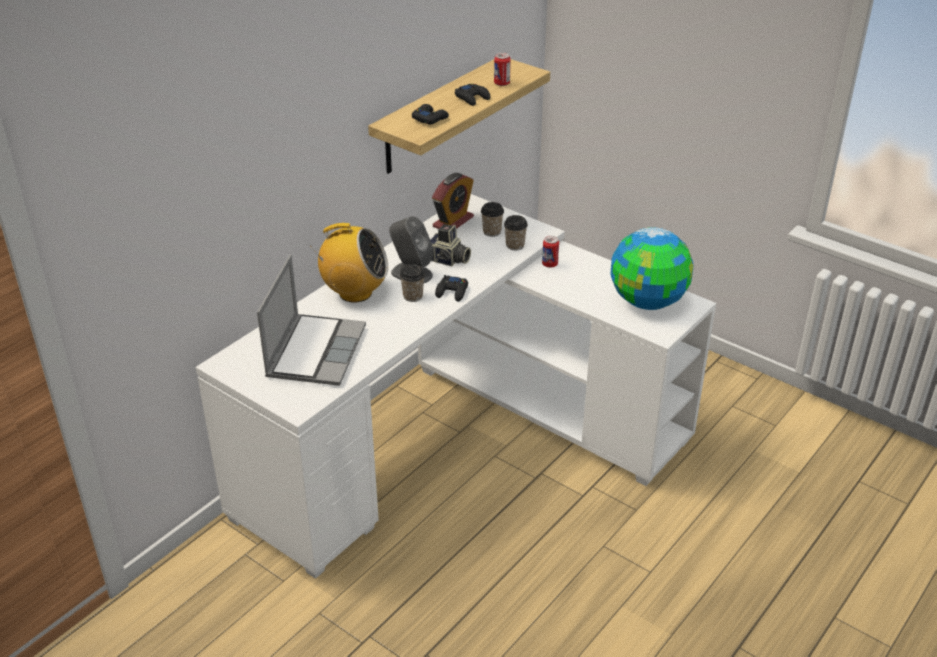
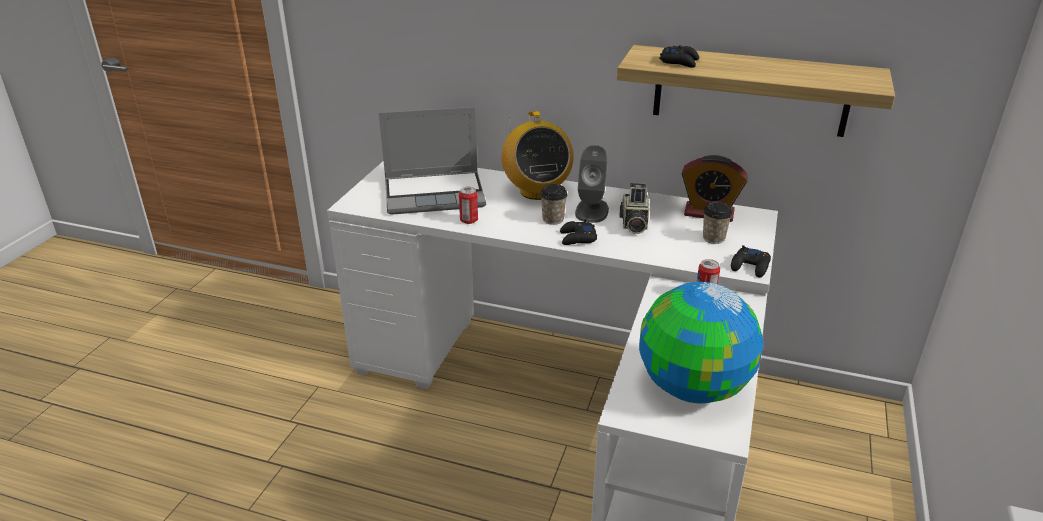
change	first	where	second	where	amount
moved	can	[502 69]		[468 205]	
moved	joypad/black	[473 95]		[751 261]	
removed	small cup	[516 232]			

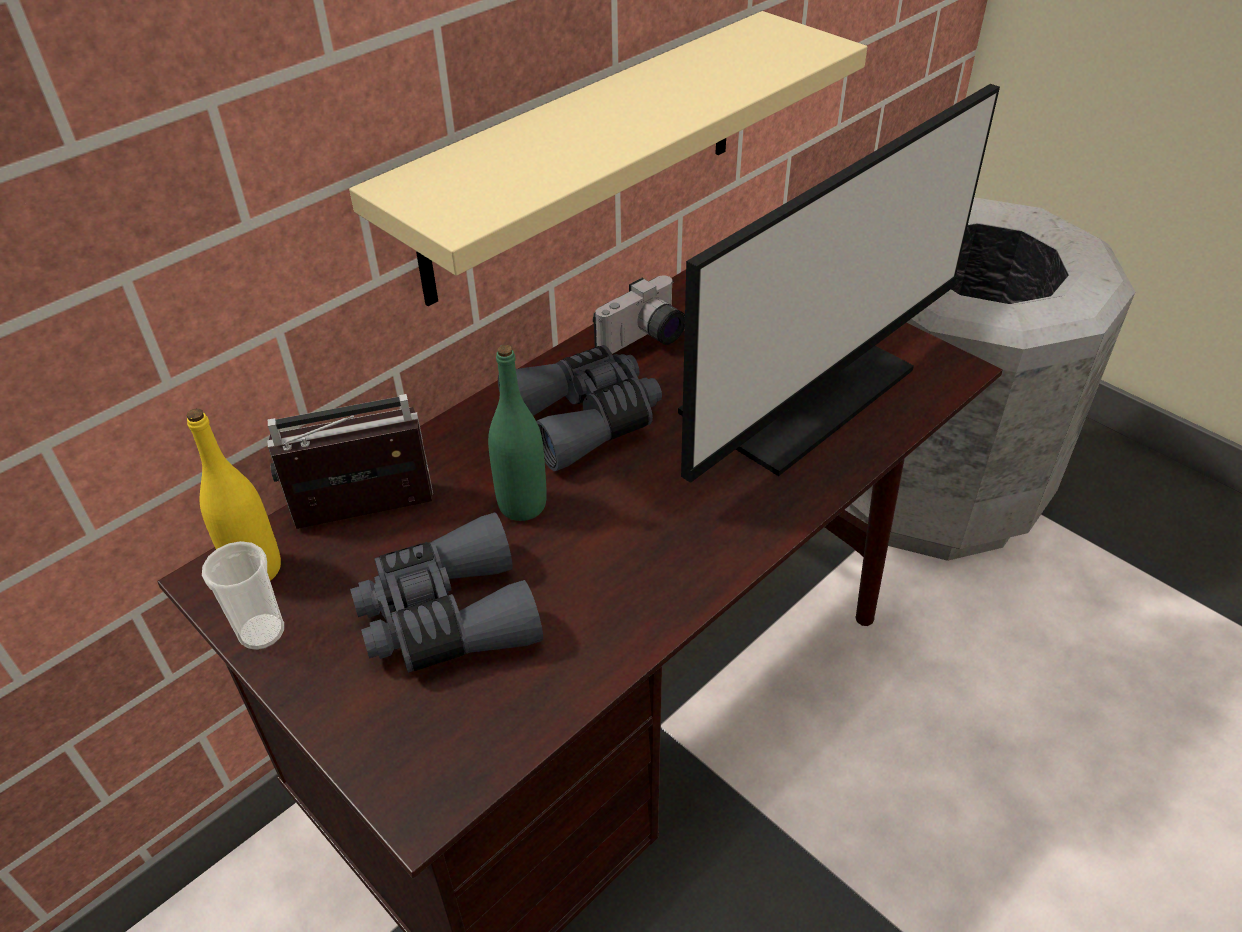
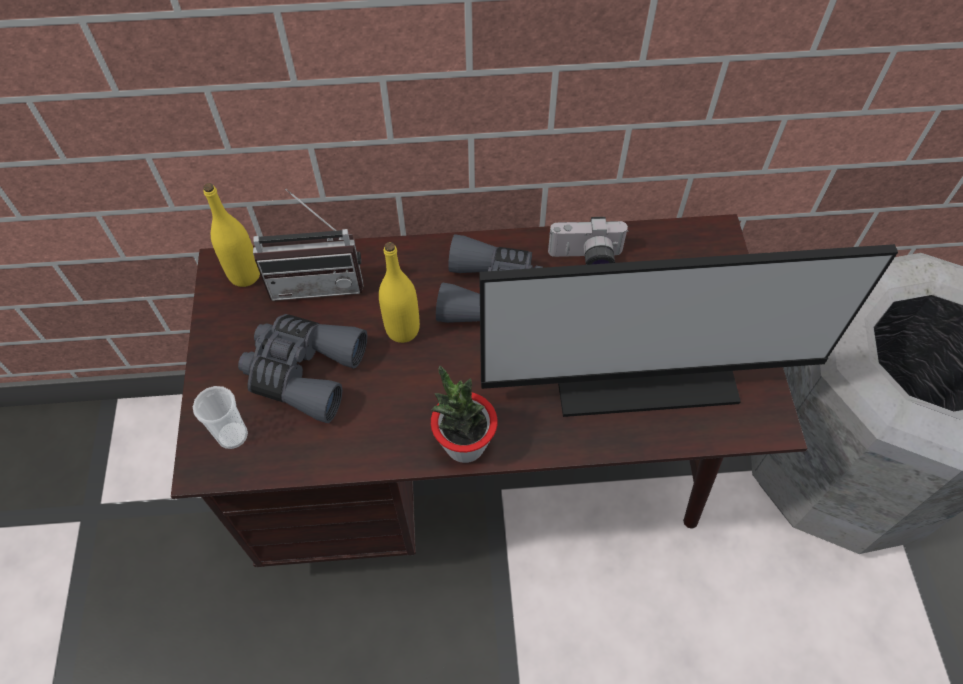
change	first	where	second	where	amount
moved	small cup	[243 595]		[220 417]	
turned	radio receiver	[350 461]		[308 245]	150 degrees clockwise
recoloured	drink bottle/green-coloured	[517 433]	drink bottle/yellow	[399 292]	
added			potted plant	[464 414]	
removed	wall shelf/beige	[608 158]			

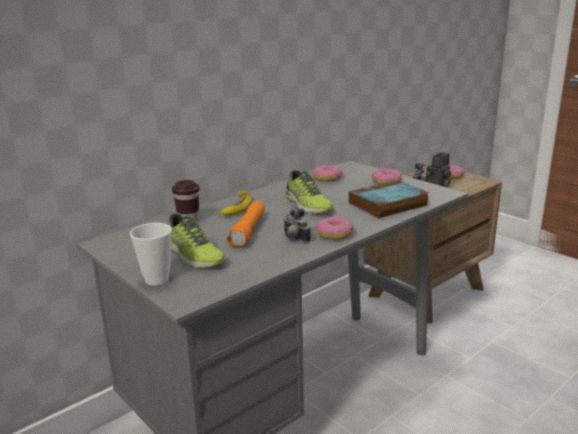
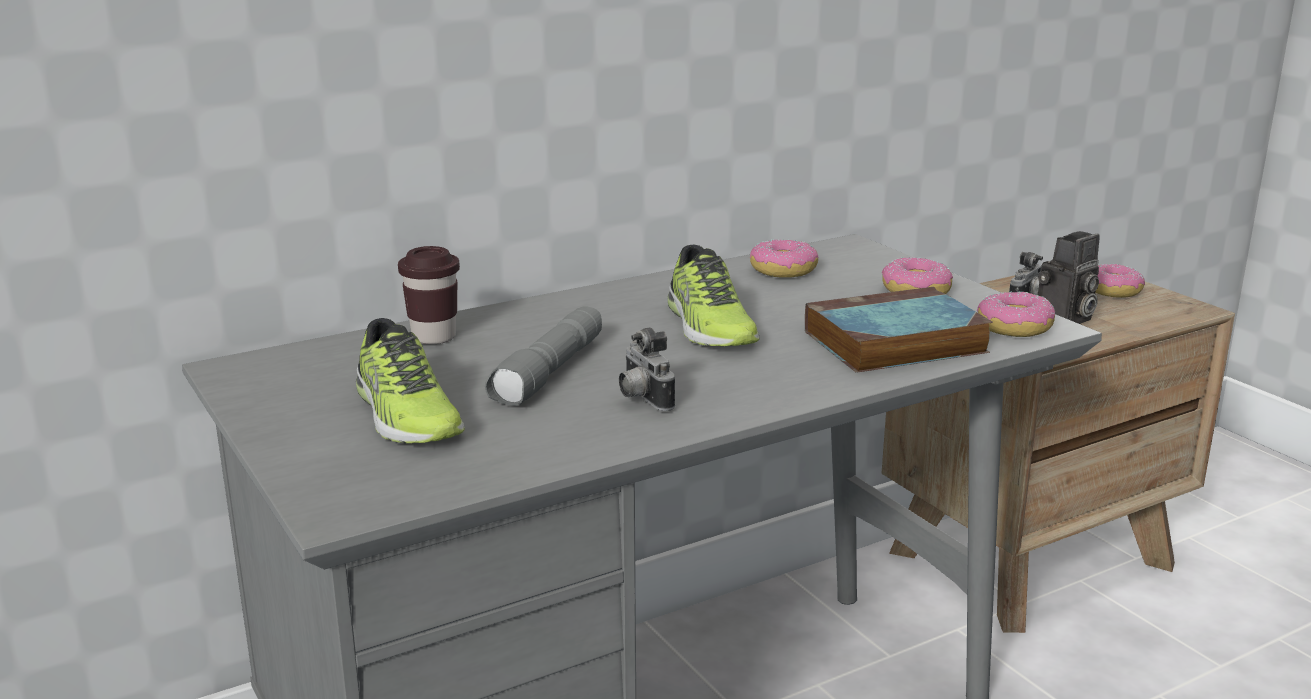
change	first	where	second	where	amount
recoloured	torch/orangey	[246 224]	torch/grey	[543 356]	
moved	donut	[334 228]		[1016 314]	
removed	small cup	[151 254]			
removed	banana fruit	[233 203]			

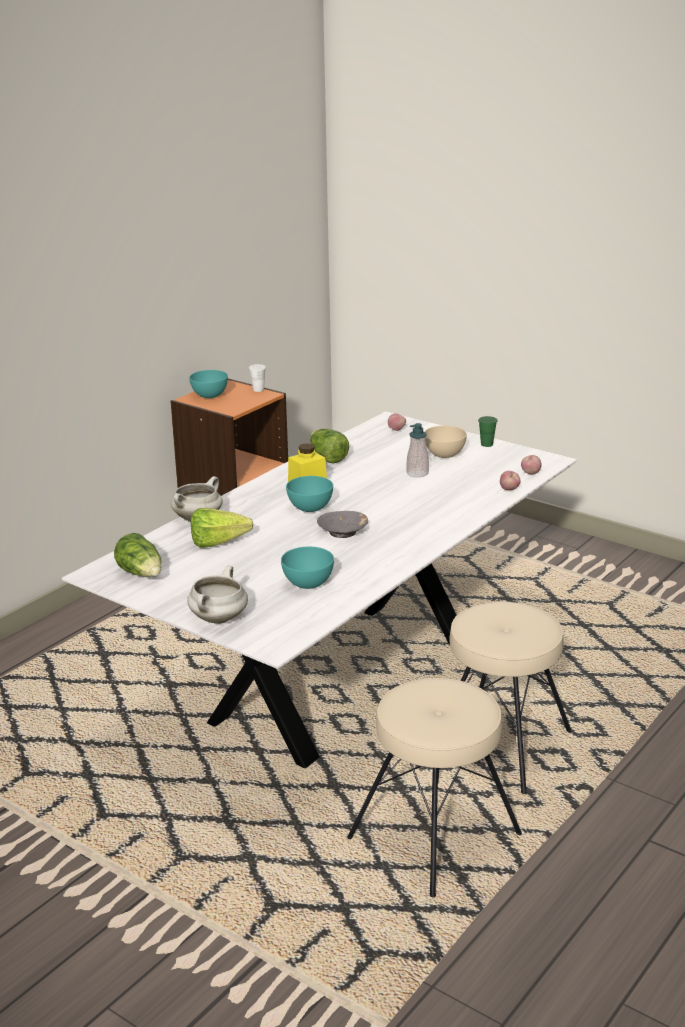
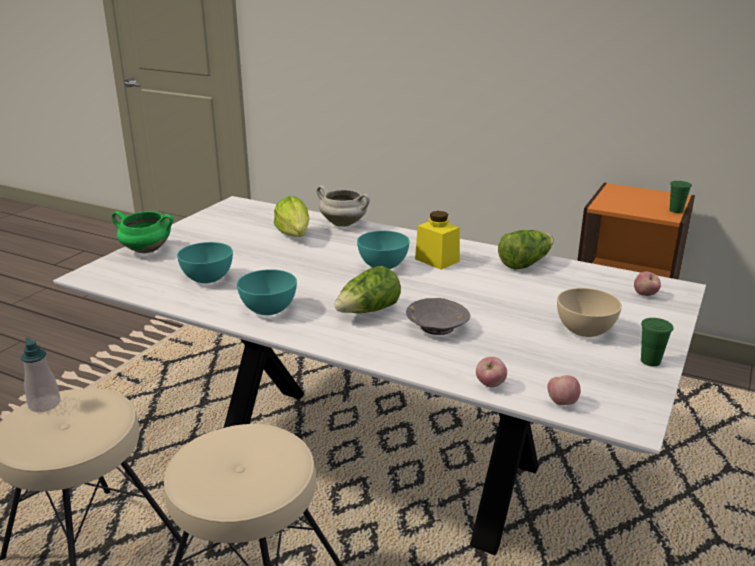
change	first	where	second	where	amount
moved	liquid soap bottle	[417 450]		[41 374]	
recoloured	stockpot/white	[217 595]	stockpot/green-coloured	[142 232]	
moved	serving bowl/turquoise-coloured	[208 384]		[267 292]	
moved	lettuce head	[138 555]		[367 289]	
moved	serving bowl/grey	[342 524]		[438 316]	
recoloured	small cup/white	[257 378]	small cup/green-coloured	[681 197]	

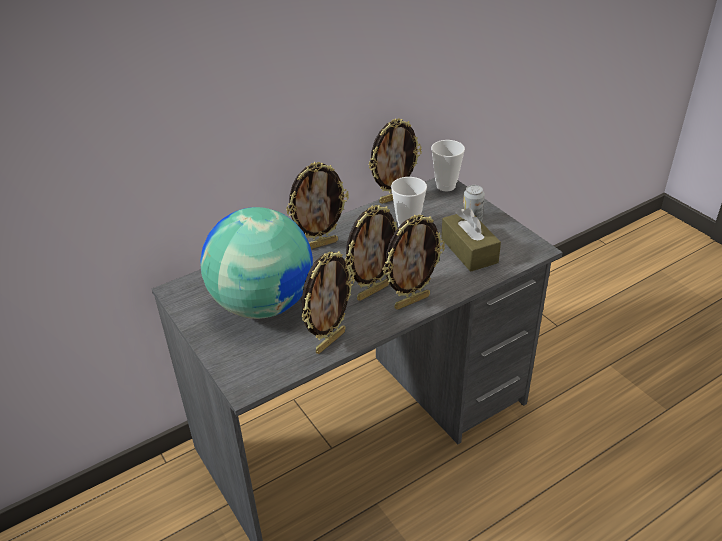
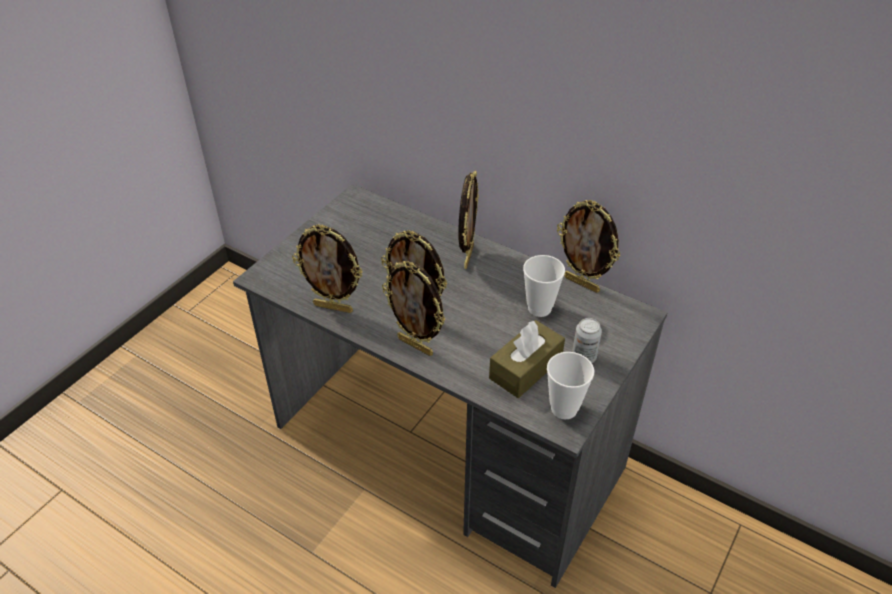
change	first	where	second	where	amount
turned	photo frame	[317 205]		[468 220]	120 degrees counterclockwise
moved	small cup	[448 165]		[570 385]	
removed	world globe	[256 263]			

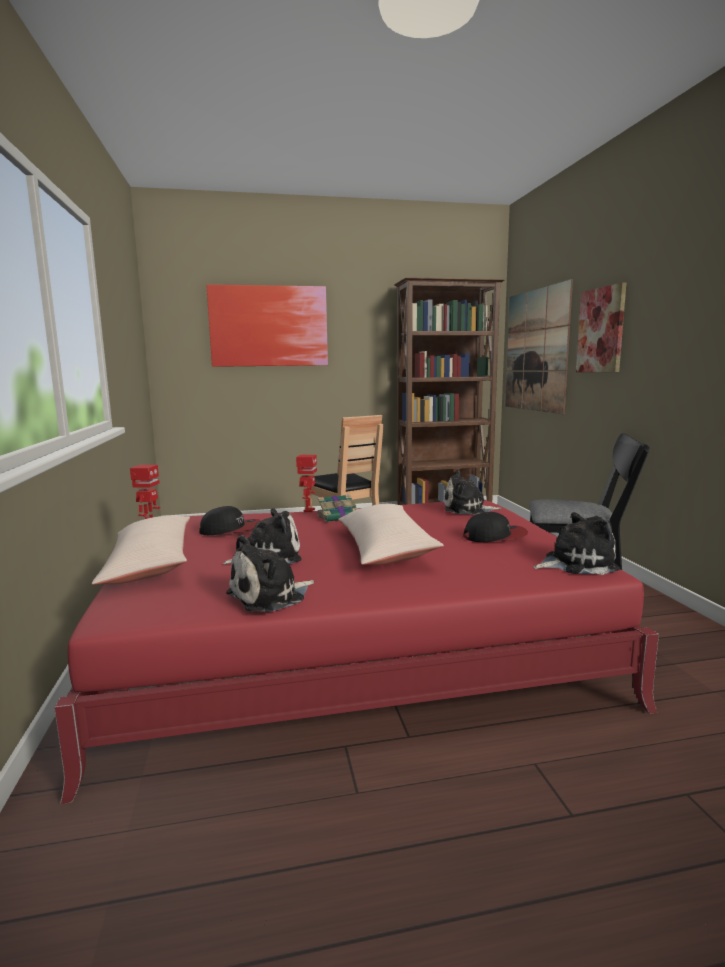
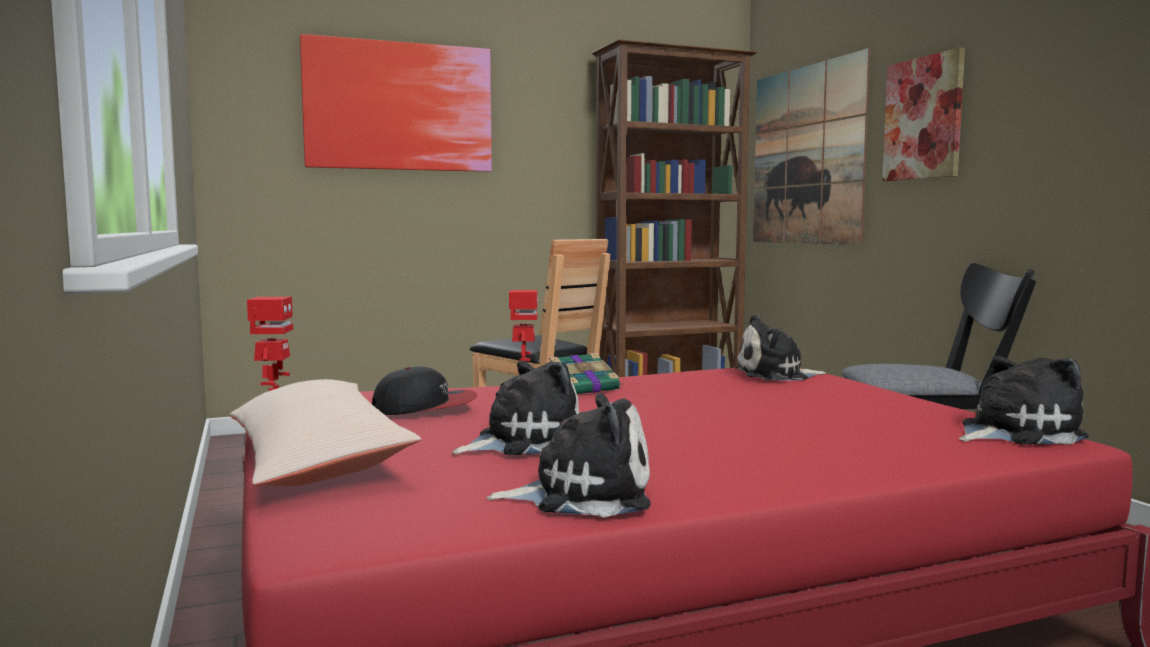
change	first	where	second	where	amount
turned	cuddly toy	[270 573]		[568 455]	135 degrees counterclockwise
removed	throw pillow/beige	[391 534]			
removed	cap	[495 527]			

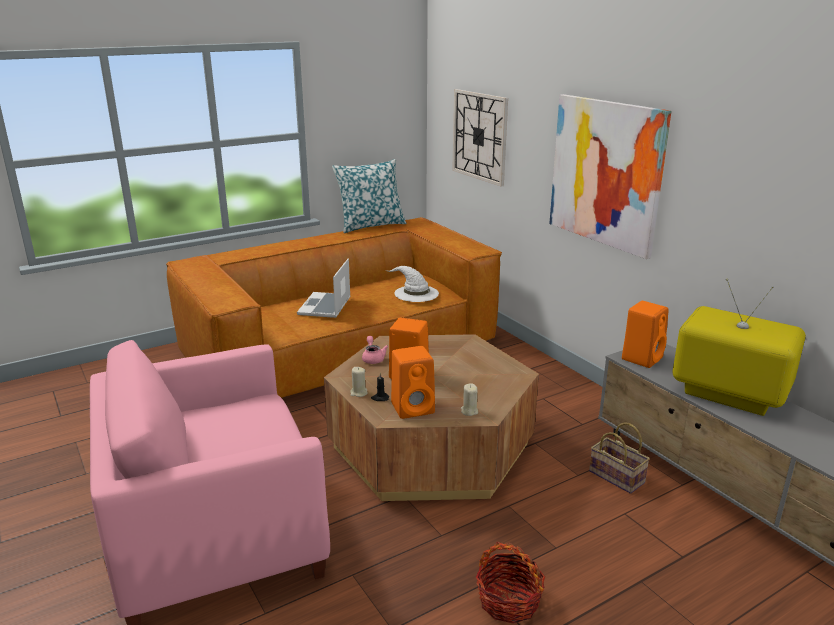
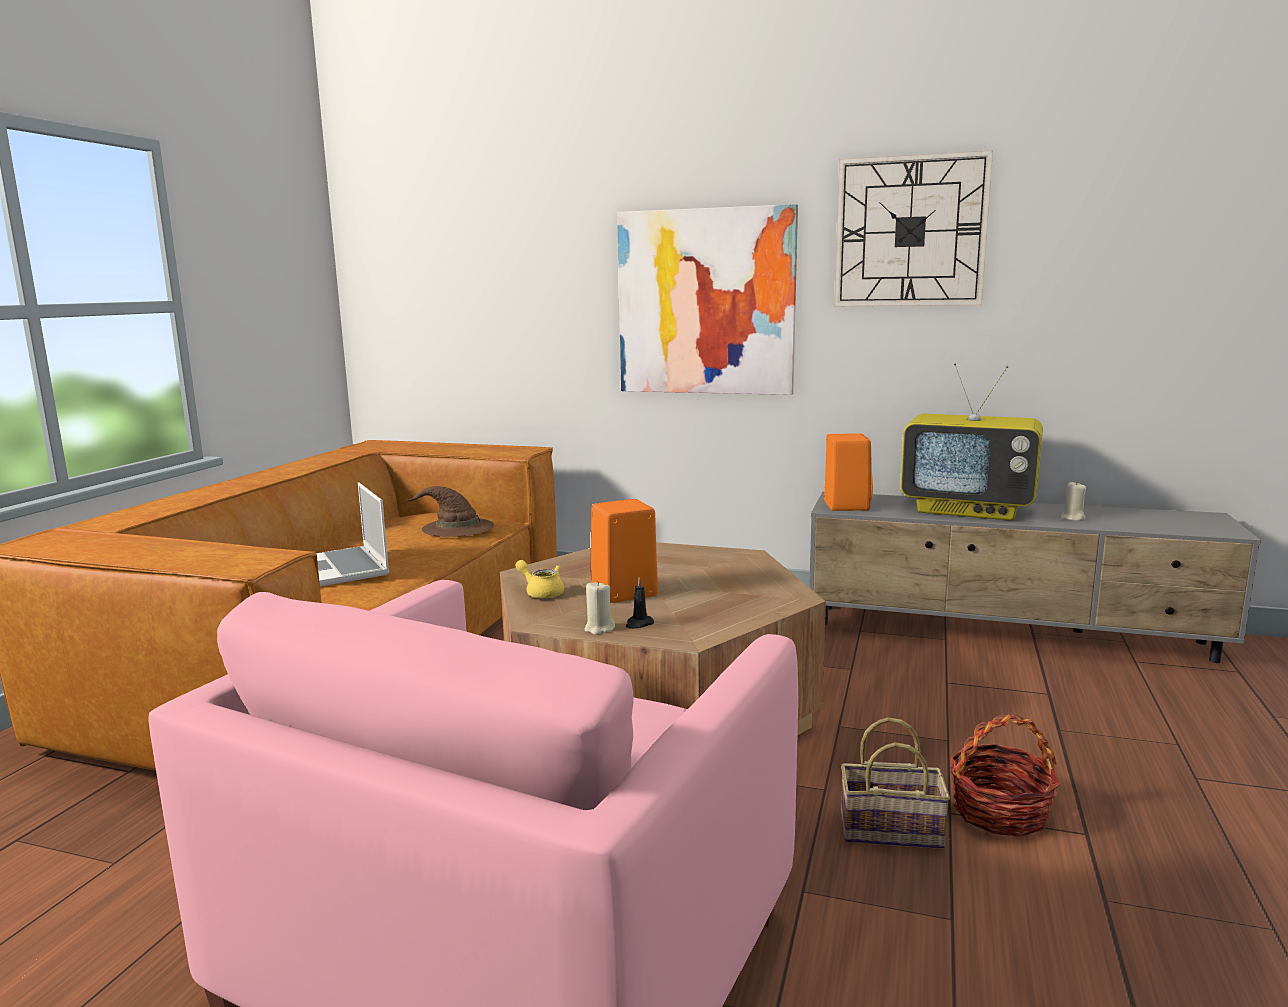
change	first	where	second	where	amount
recoloured	wearable hat/white	[412 284]	wearable hat/brownish	[449 511]	
recoloured	tea pot/pink-coloured	[375 350]	tea pot/yellow	[539 579]	
moved	clock on the wall	[480 137]		[913 228]	
moved	household basket	[619 458]		[895 783]	
turned	TV	[739 347]		[971 441]	150 degrees counterclockwise
moved	candle/beige	[469 399]		[1073 501]	
removed	throw pillow	[369 196]			
removed	audio speaker/orangey	[413 382]			

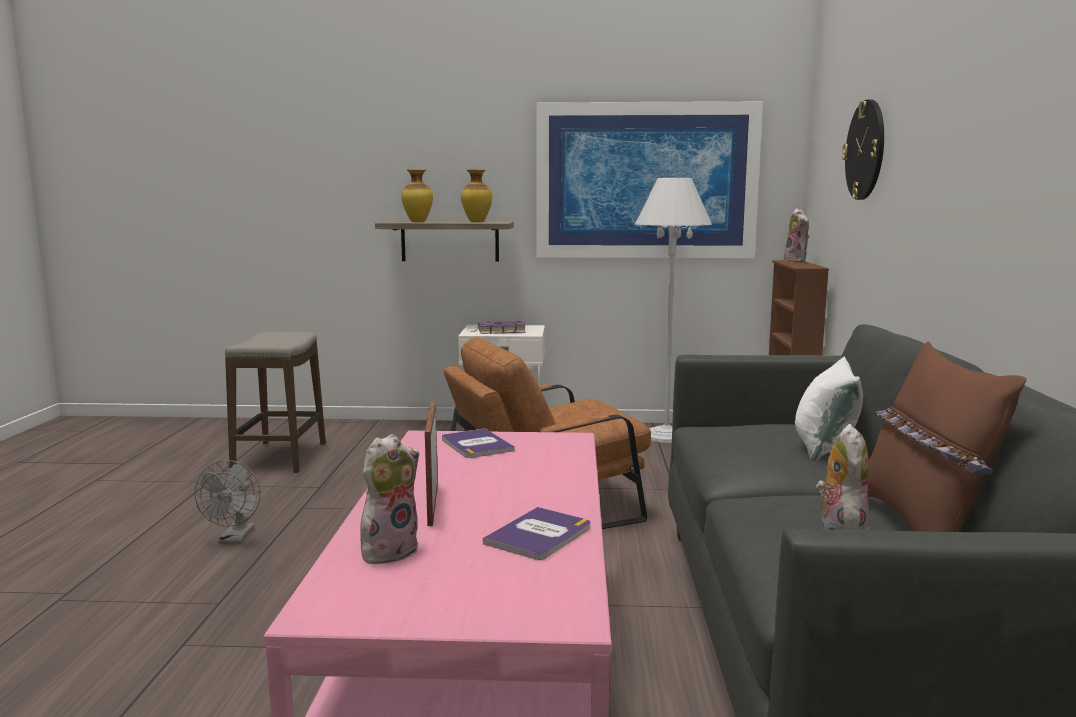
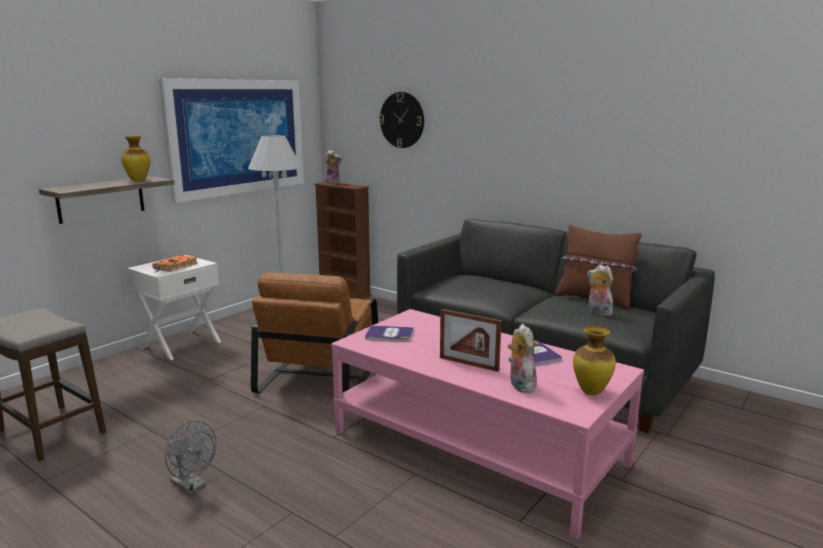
change	first	where	second	where	amount
recoloured	book/purplish	[498 327]	book/orangey	[174 264]	
moved	flower vase	[417 195]		[594 360]	
removed	throw pillow/white	[829 408]			

